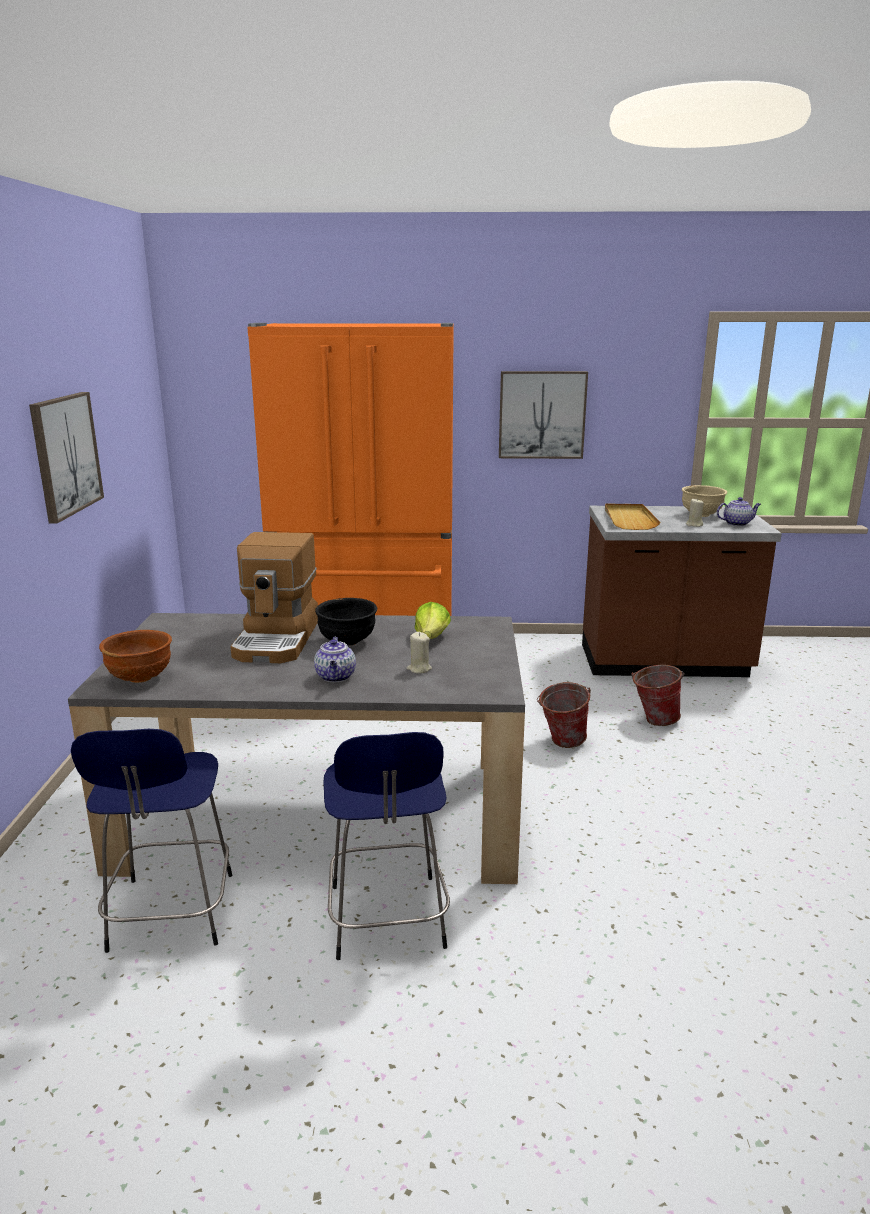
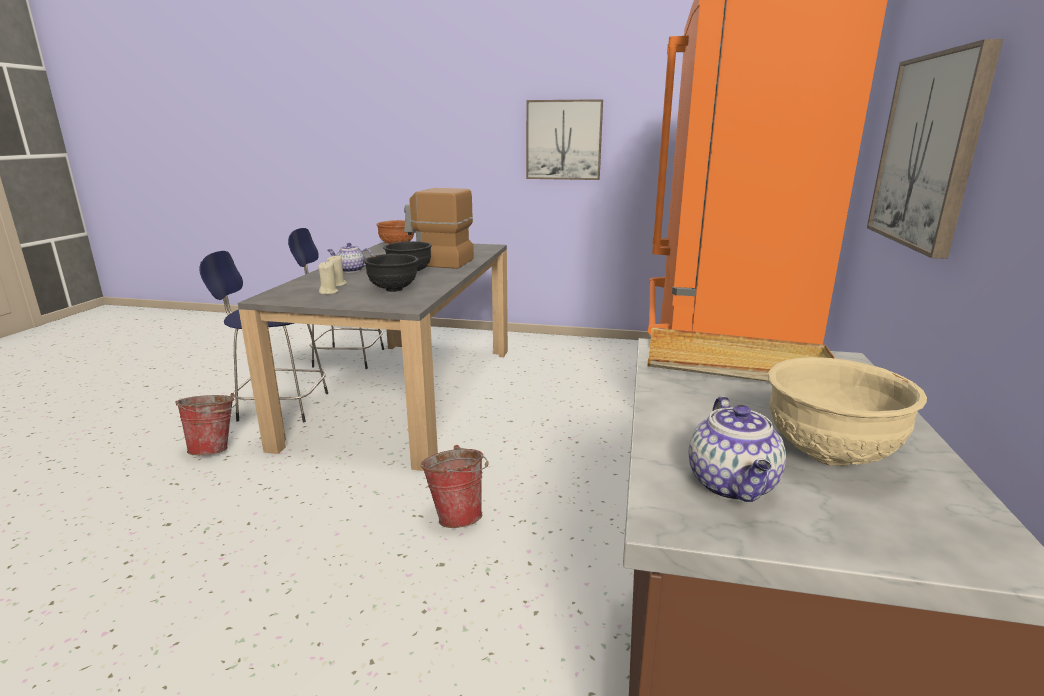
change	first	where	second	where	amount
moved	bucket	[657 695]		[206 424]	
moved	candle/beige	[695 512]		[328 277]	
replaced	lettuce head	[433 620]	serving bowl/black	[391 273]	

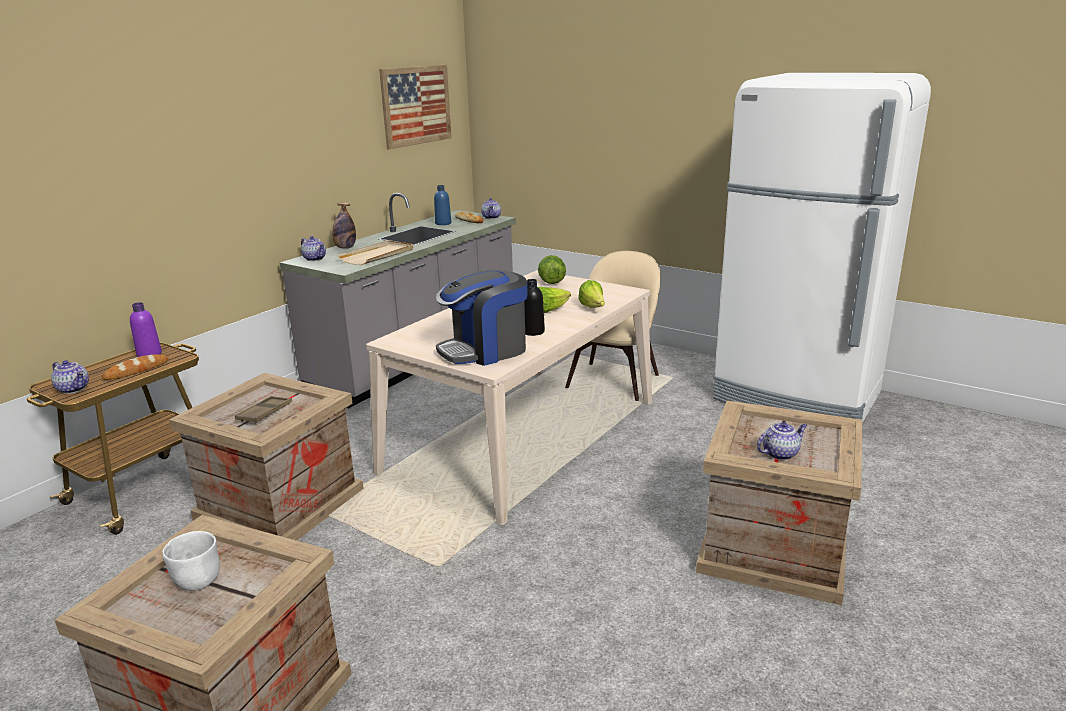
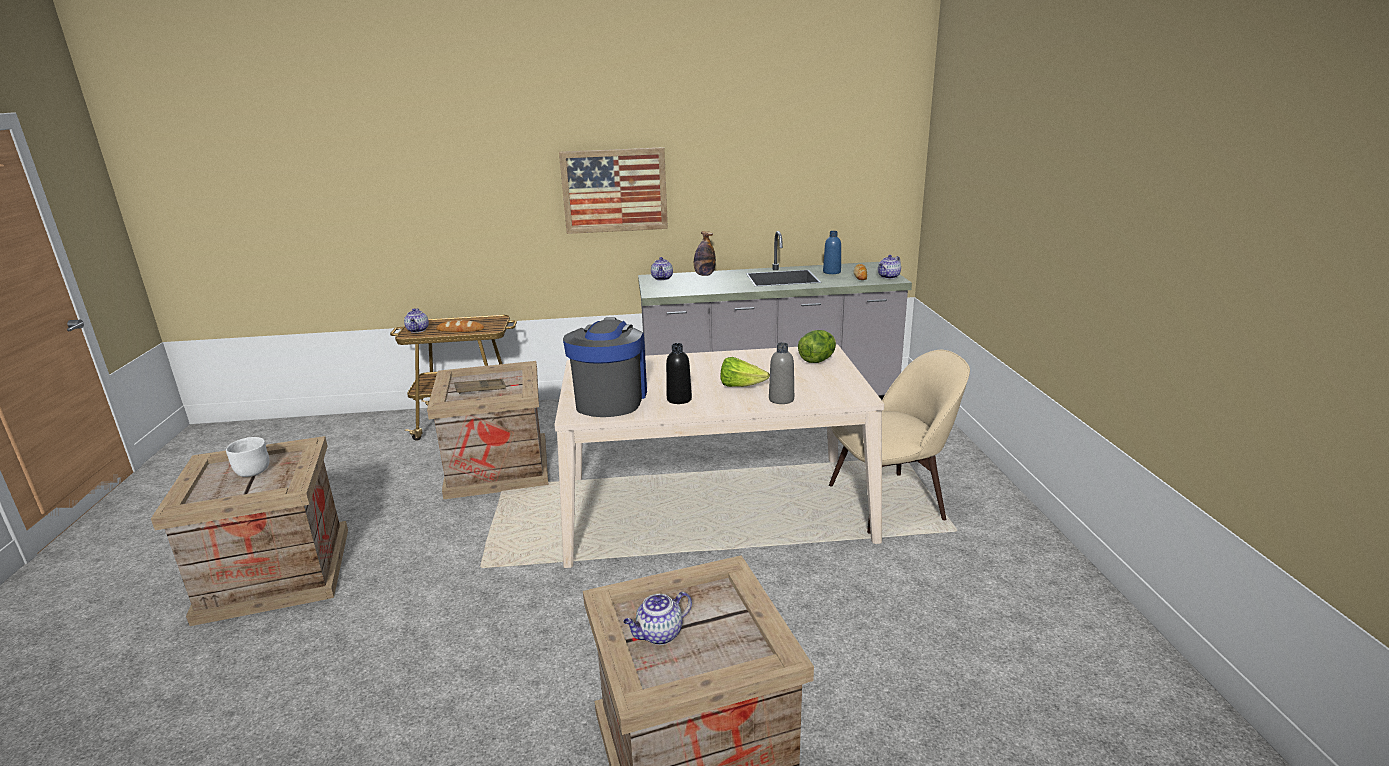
change	first	where	second	where	amount
moved	wall picture	[415 107]		[613 190]	
turned	coffee machine	[481 318]		[605 367]	75 degrees clockwise
turned	tea pot	[782 441]		[657 618]	120 degrees clockwise
replaced	lettuce head	[591 294]	drink bottle/grey	[781 373]	
removed	drink bottle/purplish	[146 329]			
removed	carrying tray/beige	[375 252]			
removed	refrigerator/white	[822 248]			

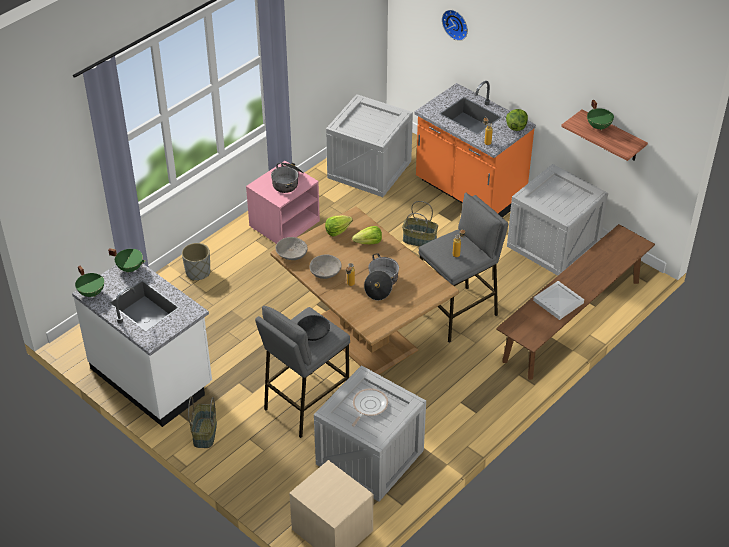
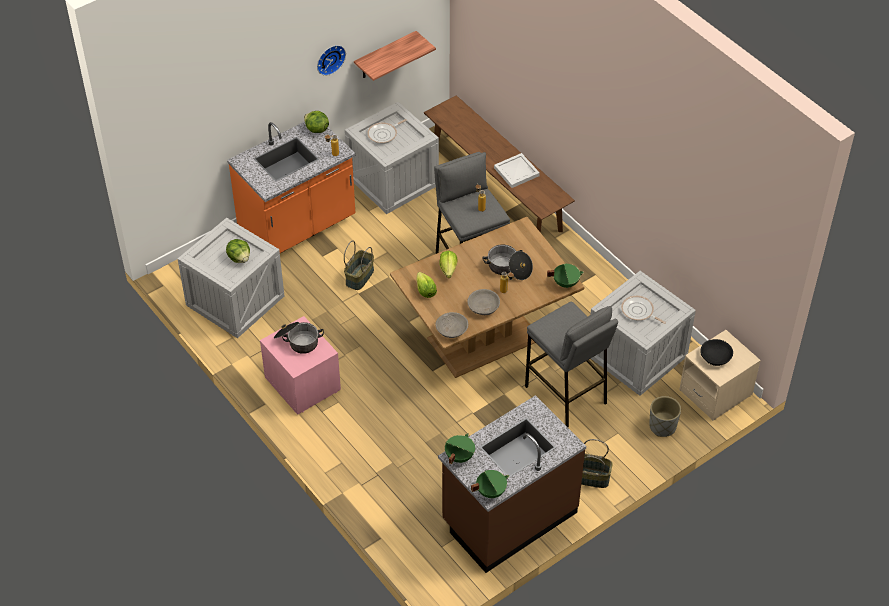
change	first	where	second	where	amount
added			lettuce head	[238 251]	
moved	clock on the wall	[455 25]		[331 60]	
added			skillet	[387 131]	
recoloured	counter/white	[142 345]	counter/brownish	[512 484]	
moved	stockpot/green-coloured	[600 115]		[565 276]	
moved	plant pot/grey	[196 262]		[665 416]	
moved	serving bowl/black	[313 328]		[717 352]	

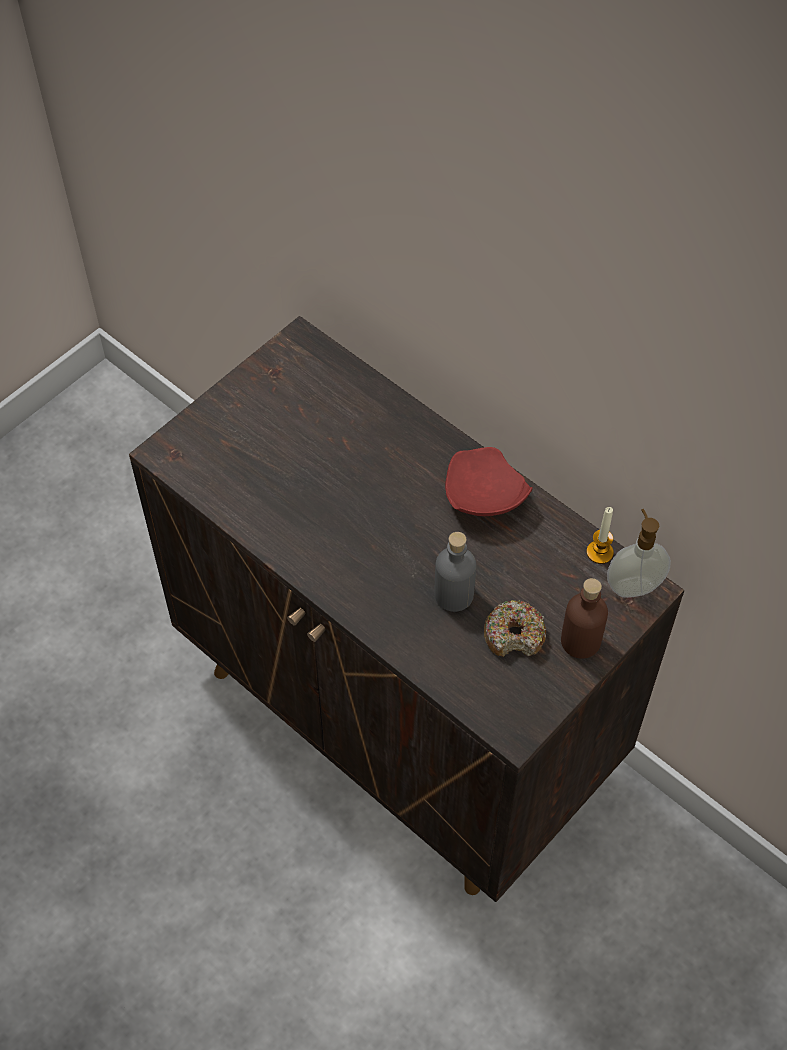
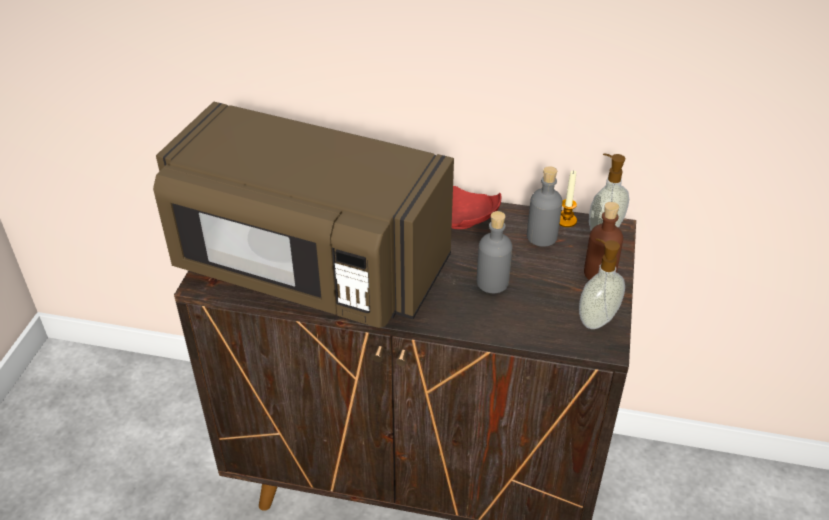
change	first	where	second	where	amount
added			kitchen microwave/brownish	[303 215]	
added			drink bottle/grey	[545 206]	
added			liquid soap bottle	[602 283]	
removed	donut	[515 628]			

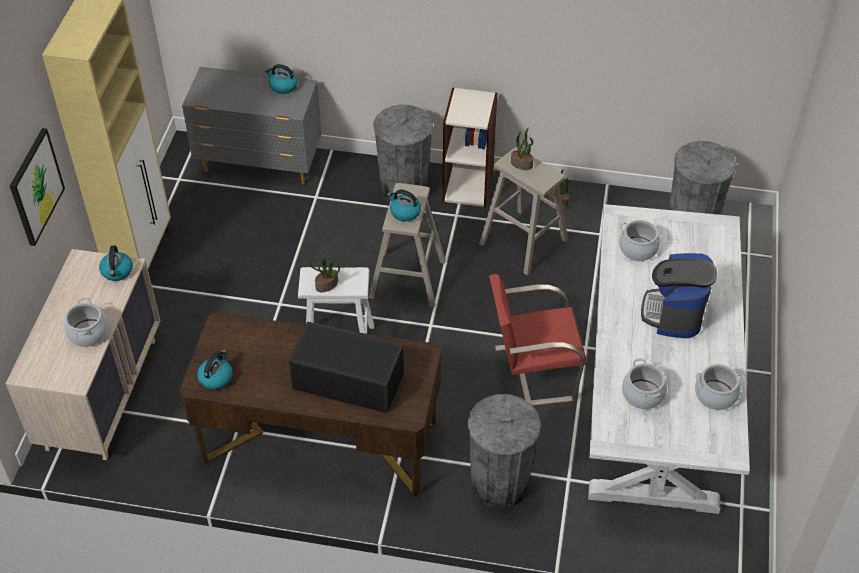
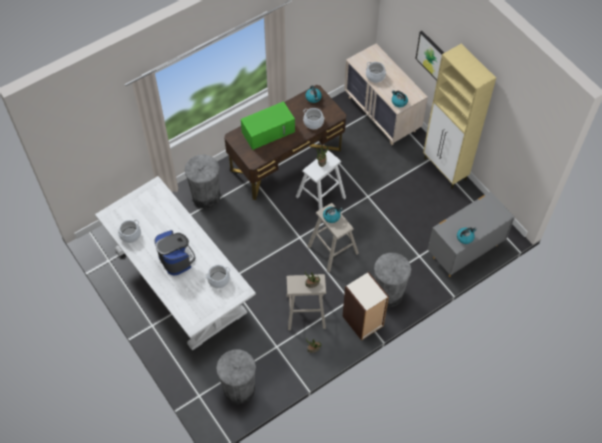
change	first	where	second	where	amount
recoloured	kitchen microwave/black	[346 367]	kitchen microwave/green-coloured	[268 125]	
moved	stockpot	[644 383]		[313 118]	
removed	chair/red-coloured	[538 340]			

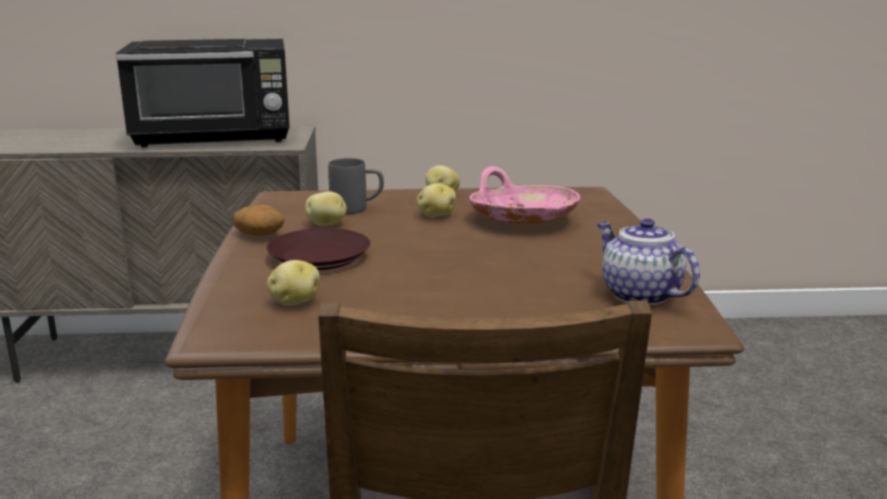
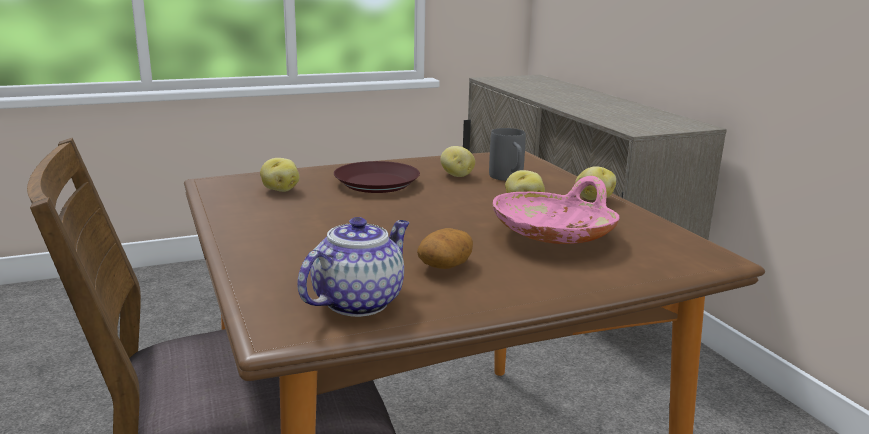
change	first	where	second	where	amount
moved	spud	[258 220]		[445 248]	
removed	kitchen microwave/black	[203 93]			

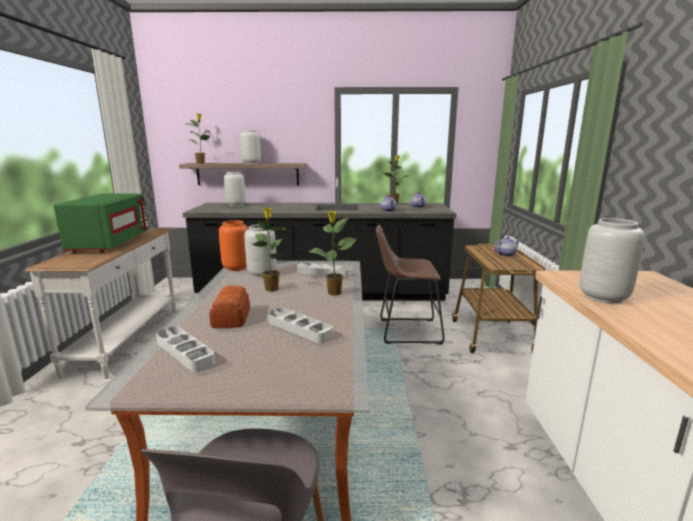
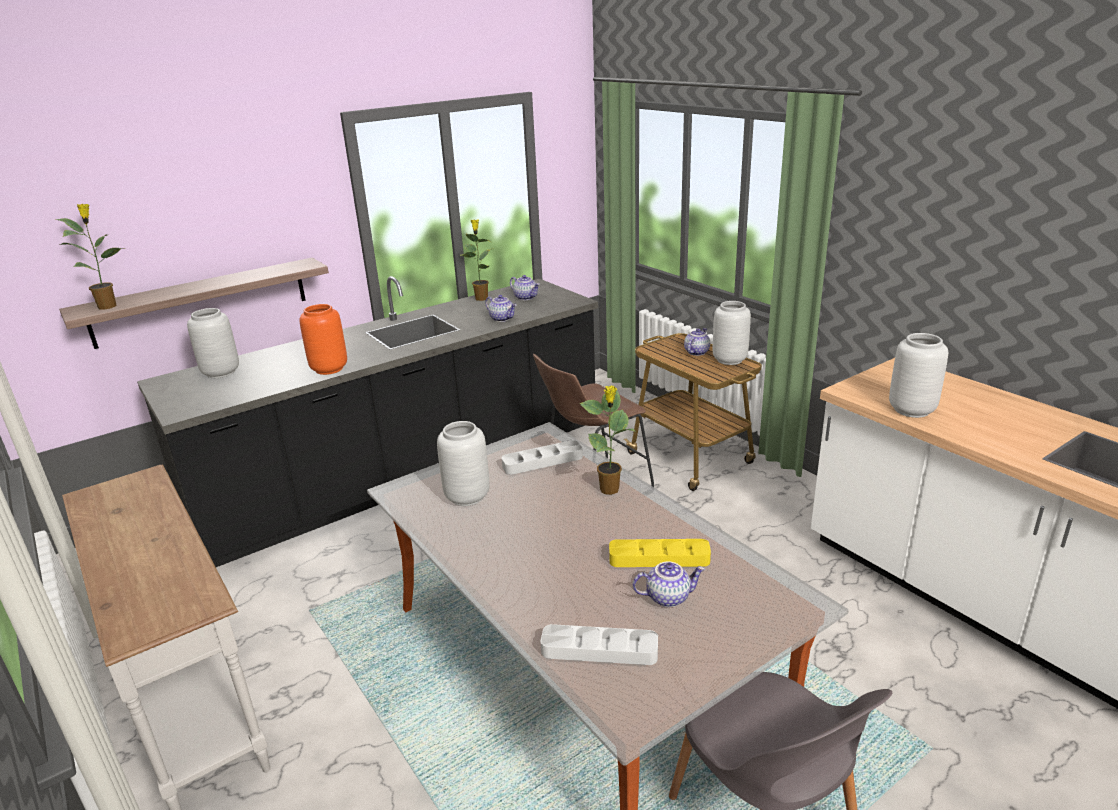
change	first	where	second	where	amount
moved	flower vase/orangey	[233 245]		[323 339]	
recoloured	carrying tray/grey	[300 325]	carrying tray/yellow	[660 553]	
added			tea pot	[669 584]	
moved	flower vase/grey	[250 147]		[732 333]	
removed	kitchen microwave/green-coloured	[101 223]			
removed	bakery bread	[229 306]			
removed	potted plant	[268 250]			

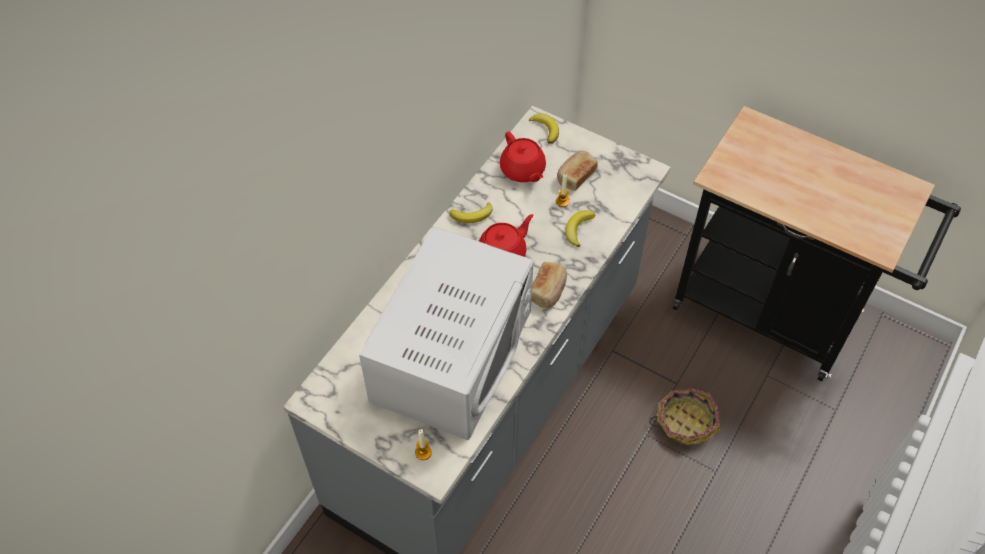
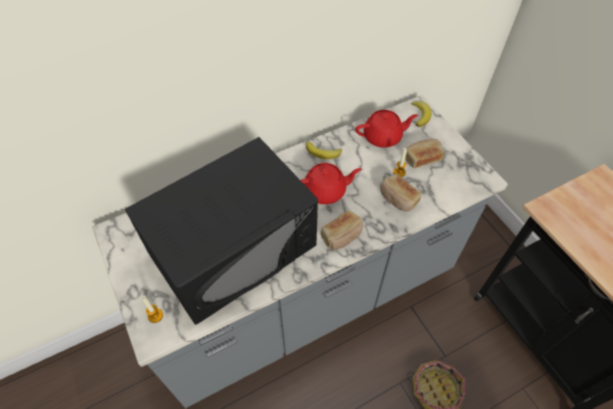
change	first	where	second	where	amount
recoloured	kitchen microwave/white	[446 333]	kitchen microwave/black	[221 231]	
turned	tea pot/red-coloured	[523 157]		[386 129]	105 degrees counterclockwise
replaced	banana fruit	[580 228]	bakery bread	[400 193]	

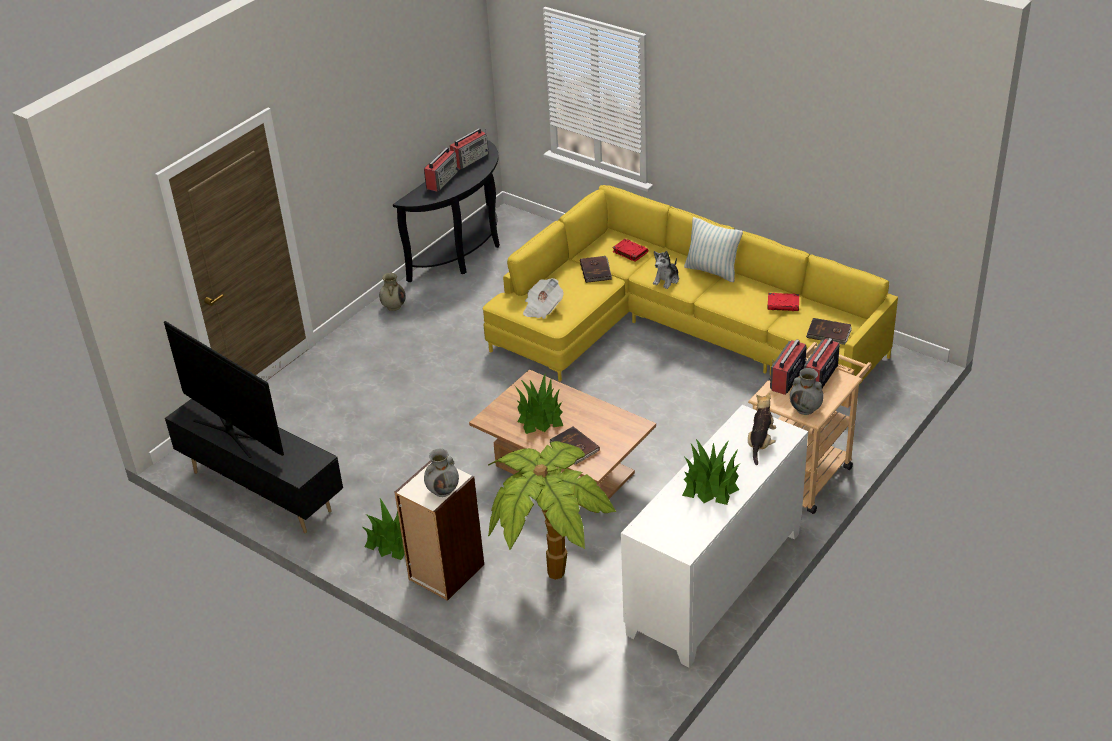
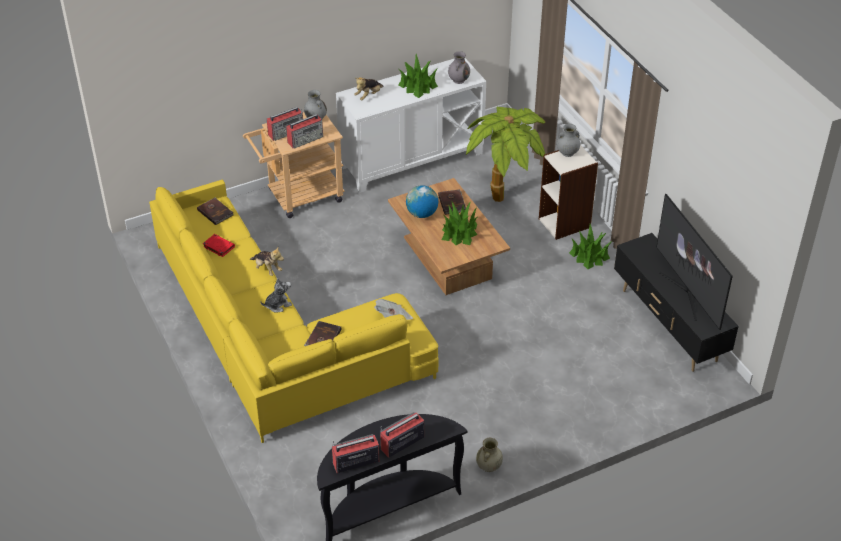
change	first	where	second	where	amount
added			cuddly toy	[267 262]	
added			world globe	[422 201]	
added			flower vase/grey	[459 67]	
removed	book/red-coloured	[630 250]			
removed	throw pillow	[713 249]			

